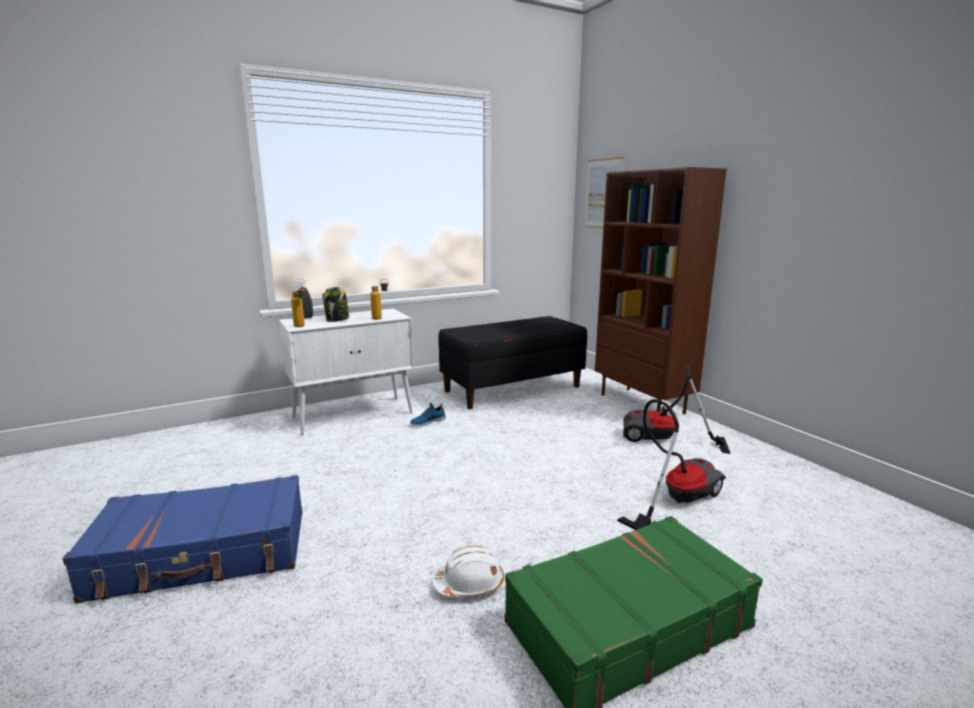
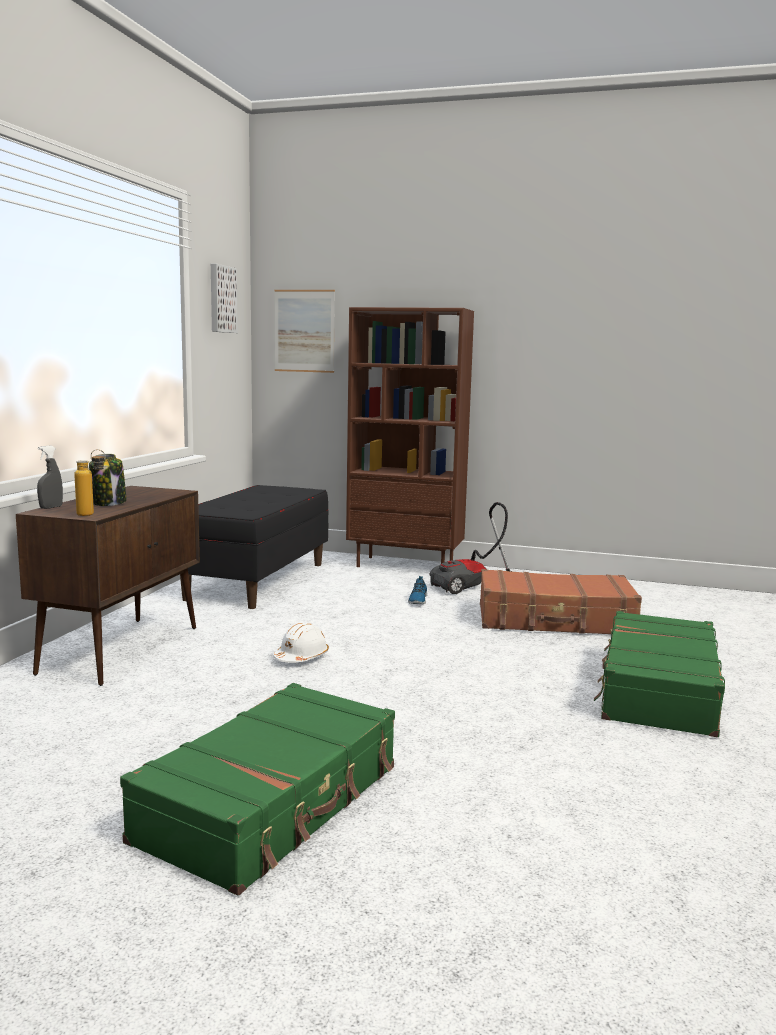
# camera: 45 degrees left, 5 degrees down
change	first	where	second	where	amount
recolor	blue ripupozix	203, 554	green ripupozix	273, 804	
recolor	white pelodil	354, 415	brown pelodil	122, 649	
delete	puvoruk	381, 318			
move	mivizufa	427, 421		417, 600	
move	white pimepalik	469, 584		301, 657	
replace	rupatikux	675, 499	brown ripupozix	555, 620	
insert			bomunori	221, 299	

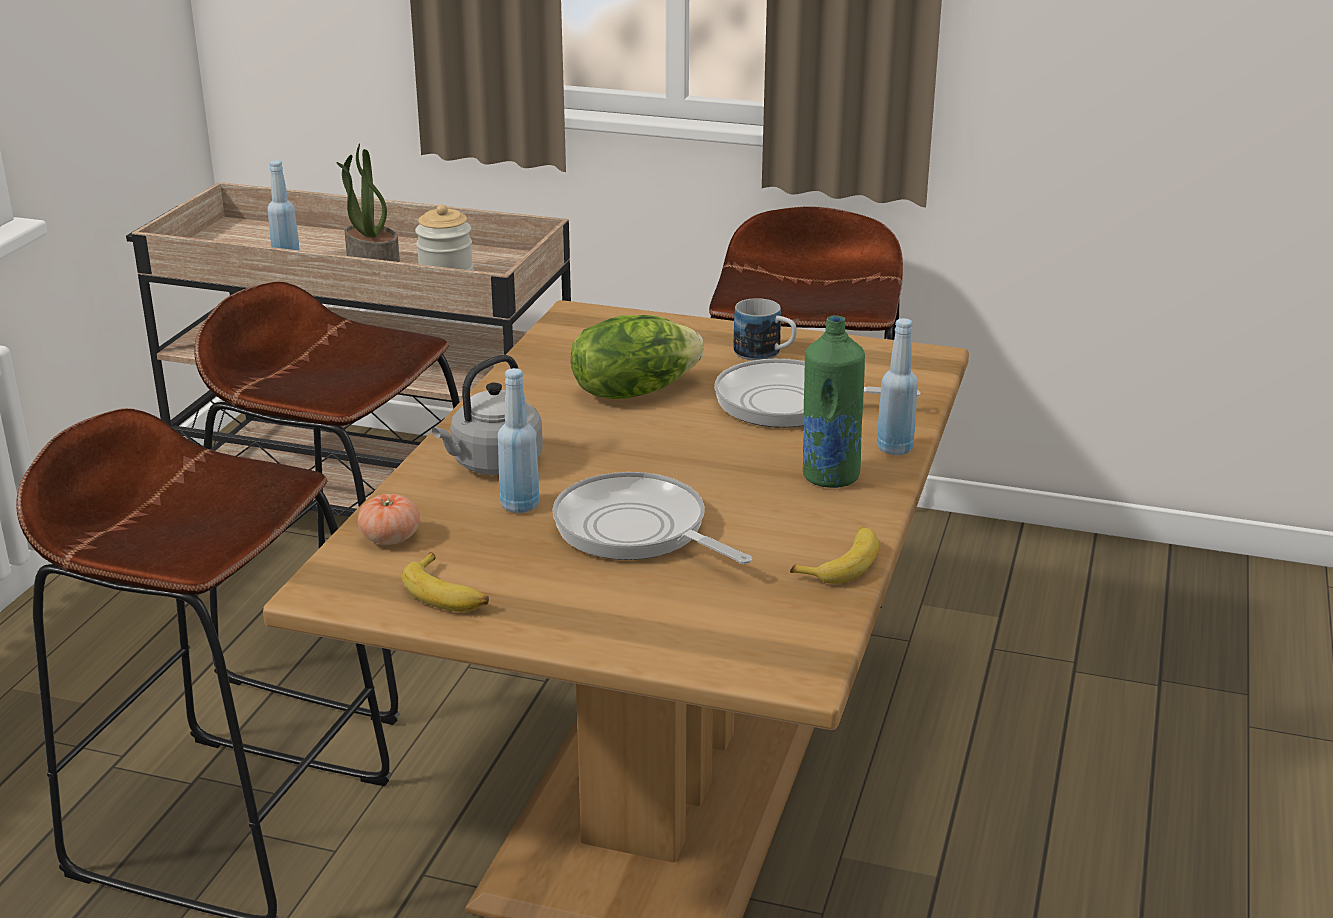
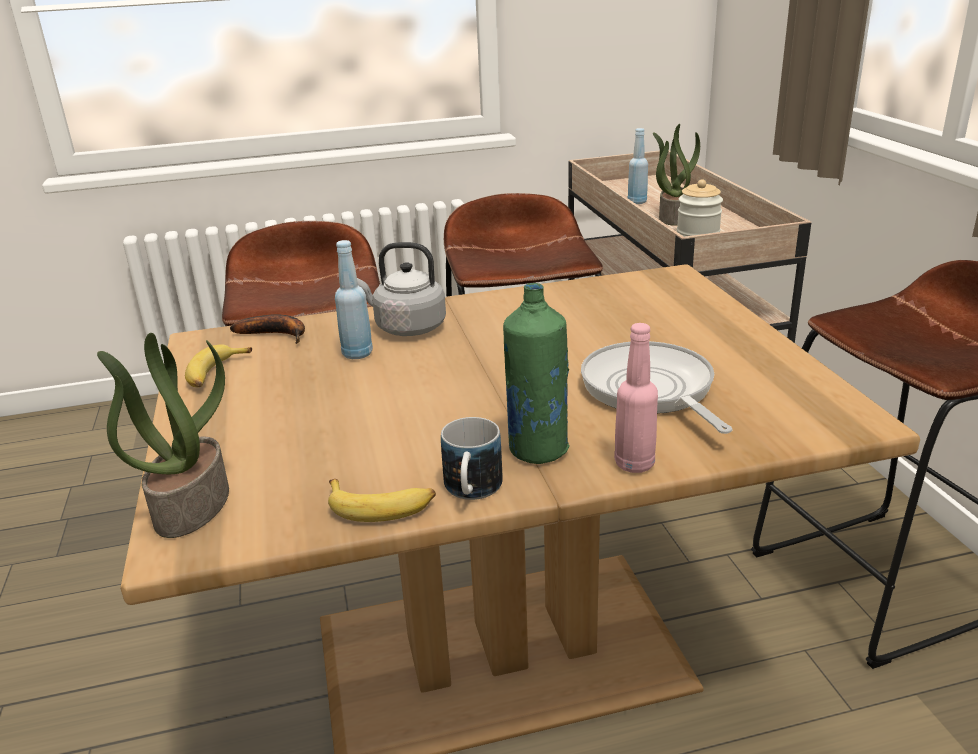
# camera: 60 degrees right, 0 degrees up
change	first	where	second	where	amount
replace	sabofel	390, 538	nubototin	277, 334	
delete	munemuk	636, 531			
delete	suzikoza	633, 391			
move	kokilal	765, 354		471, 492	
recolor	blue puvoruk	894, 448	pink puvoruk	634, 464	
insert			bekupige	191, 505	

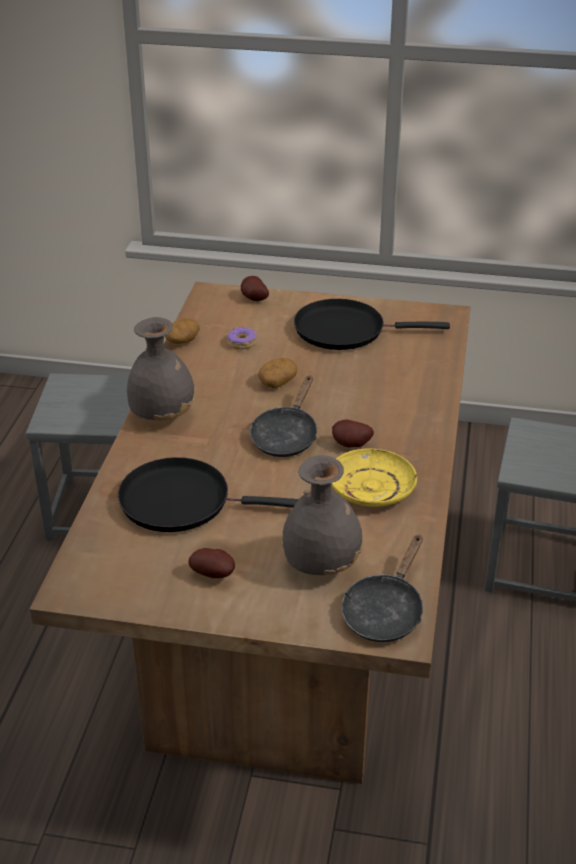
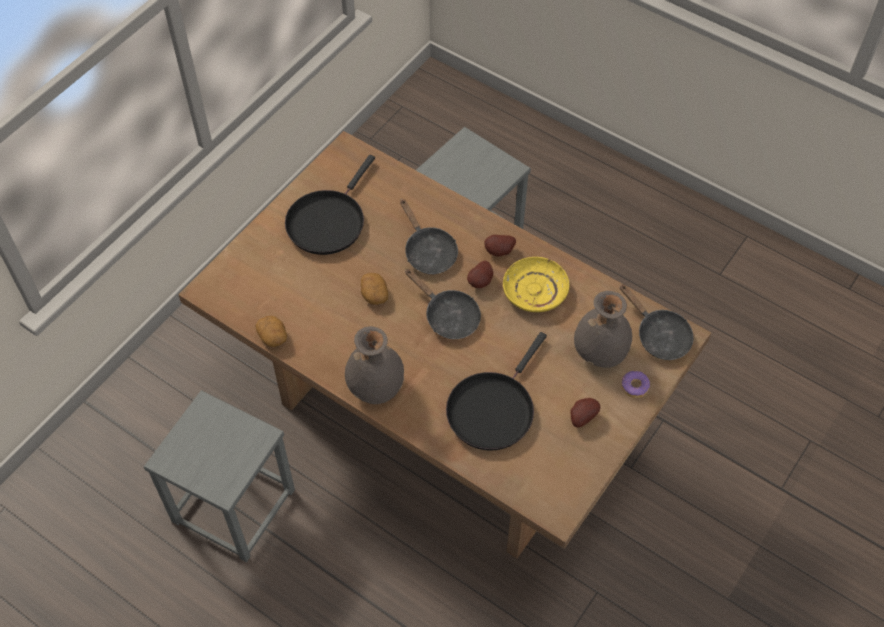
# camera: 65 degrees left, 20 degrees up
change	first	where	second	where	amount
move	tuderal	241, 343		634, 387	
move	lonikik	253, 299		500, 252	
insert			black munemuk	428, 252	

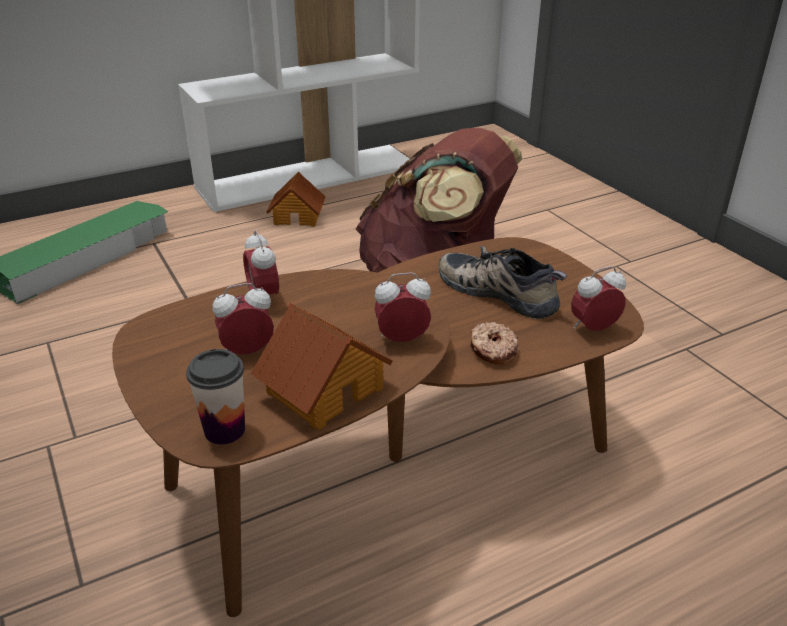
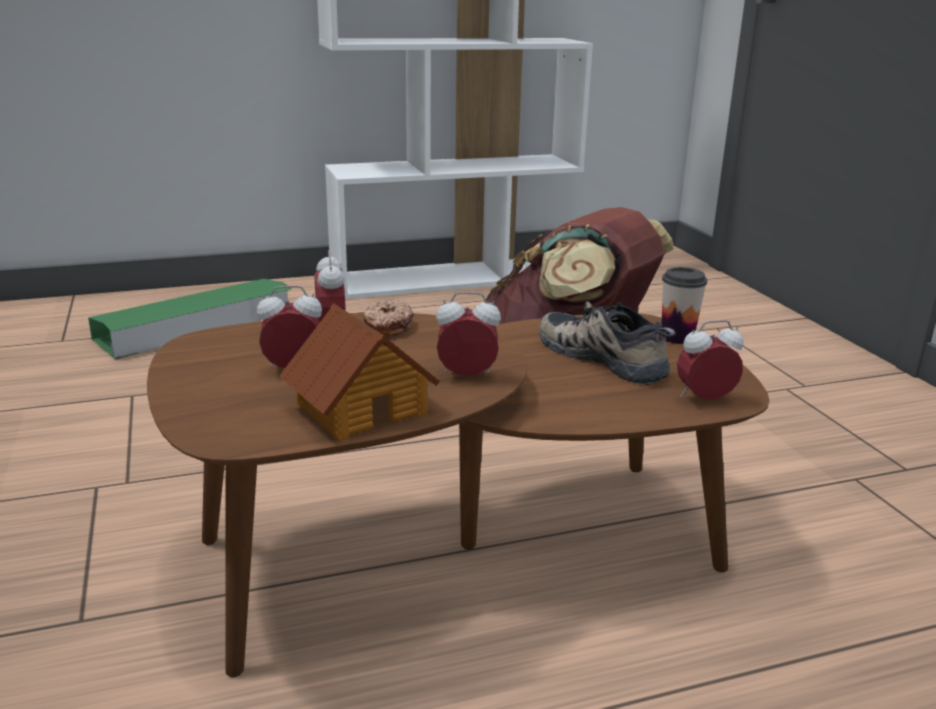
# camera: 10 degrees right, 10 degrees down
change	first	where	second	where	amount
move	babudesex	224, 430		677, 337	
delete	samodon	298, 216			
move	tuderal	492, 350		387, 326	

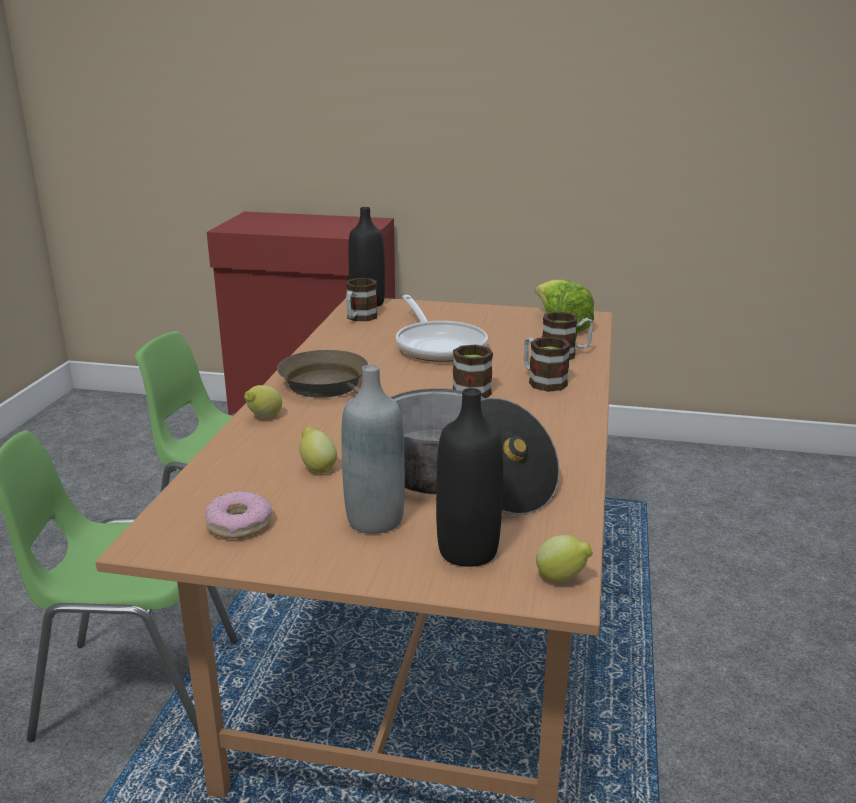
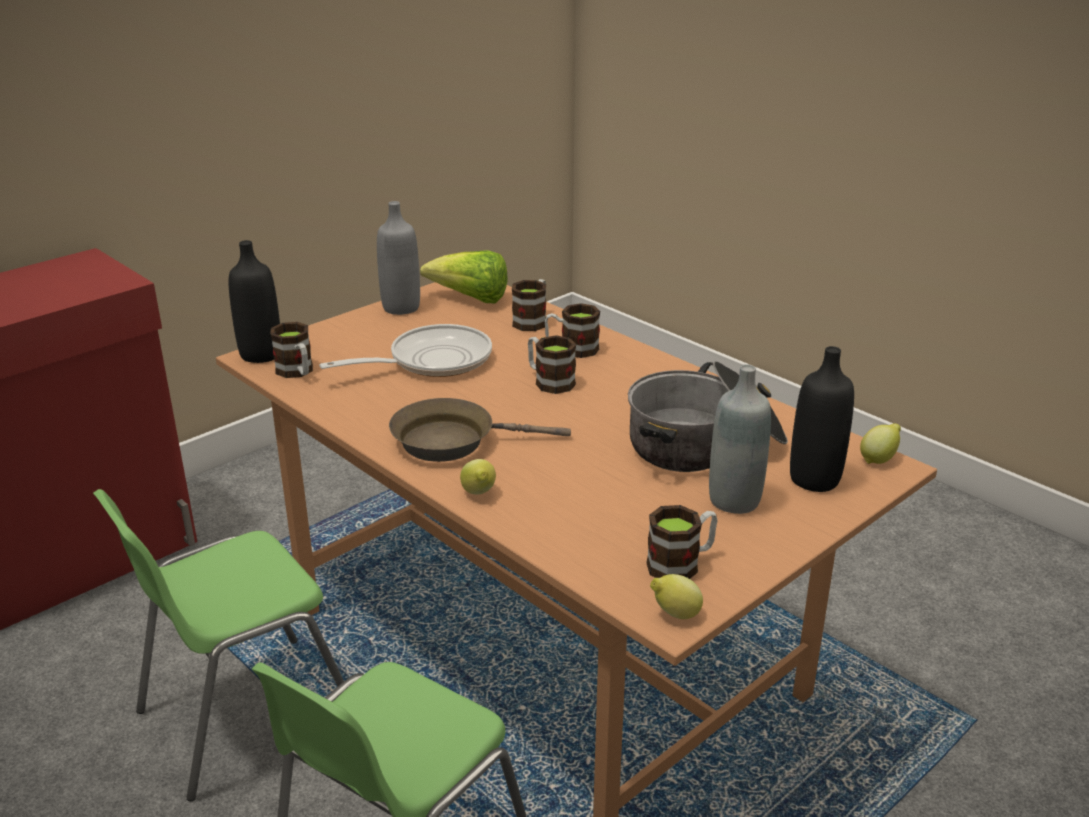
# camera: 55 degrees left, 5 degrees up
change	first	where	second	where	amount
replace	tuderal	239, 524	kokilal	681, 564	
move	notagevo	317, 468		675, 614	
rotate	munemuk	438, 345		432, 361	45 degrees counterclockwise
insert			grey puvoruk	401, 307	

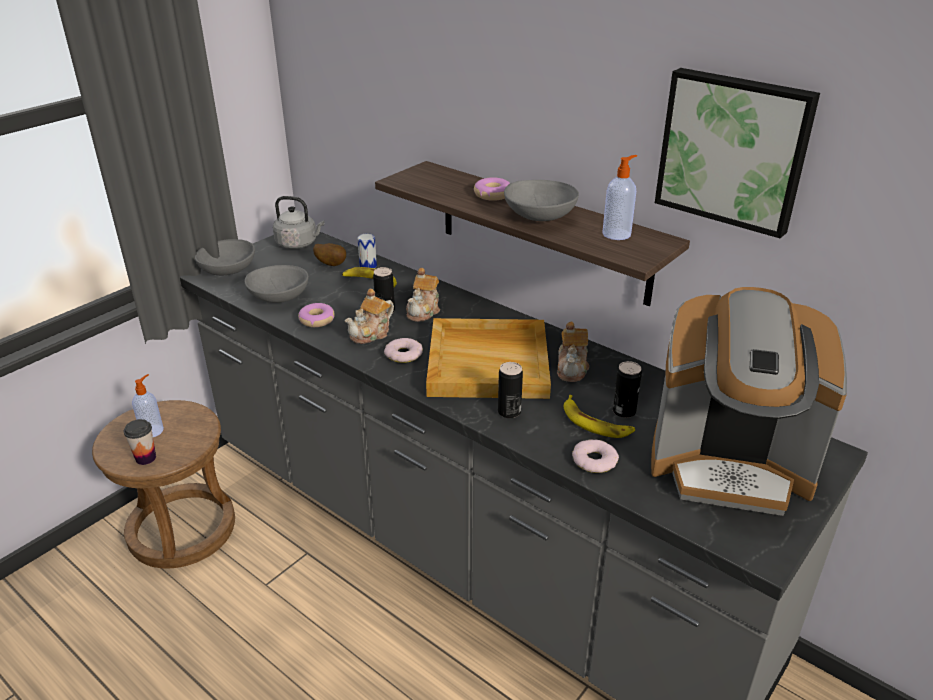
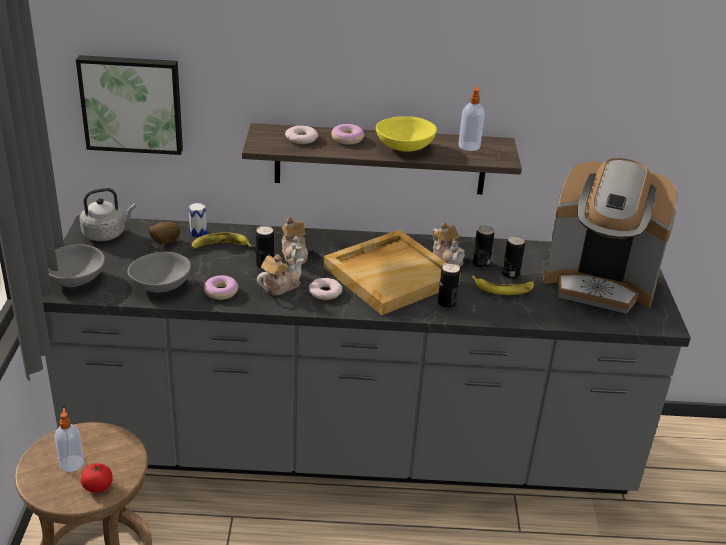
# camera: 40 degrees left, 0 degrees up
change	first	where	second	where	amount
replace	babudesex	146, 458	sabofel	98, 486	
rotate	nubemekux	371, 333		280, 286	135 degrees counterclockwise
recolor	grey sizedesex	539, 217	yellow sizedesex	405, 148	
move	tuderal	594, 460		301, 138	
rotate	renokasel	729, 465		599, 283	45 degrees clockwise
move	bomunori	734, 150		132, 103	
insert			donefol	480, 264	

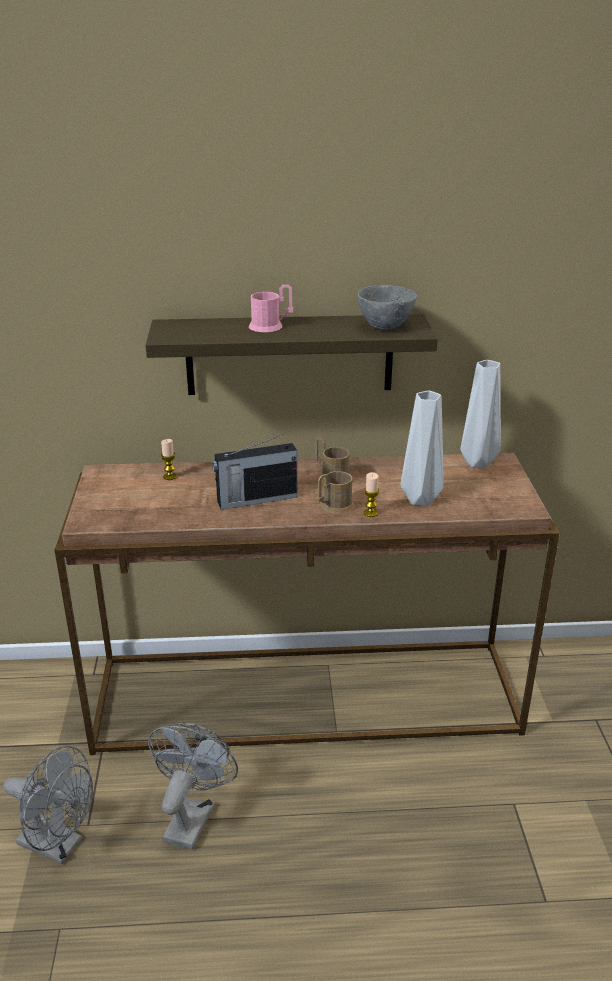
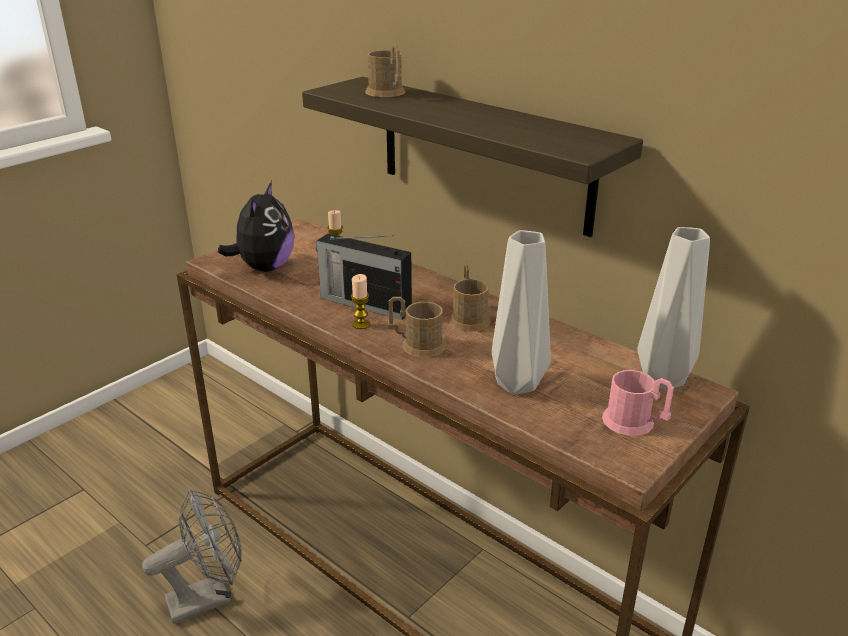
# camera: 45 degrees right, 0 degrees up
change	first	where	second	where	amount
delete	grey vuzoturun	58, 845			
move	pink kokilal	271, 326		635, 423	
delete	grey sizedesex	384, 327			
move	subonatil	370, 513		361, 324	
insert			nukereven	264, 267	
insert			brown kokilal	388, 93	

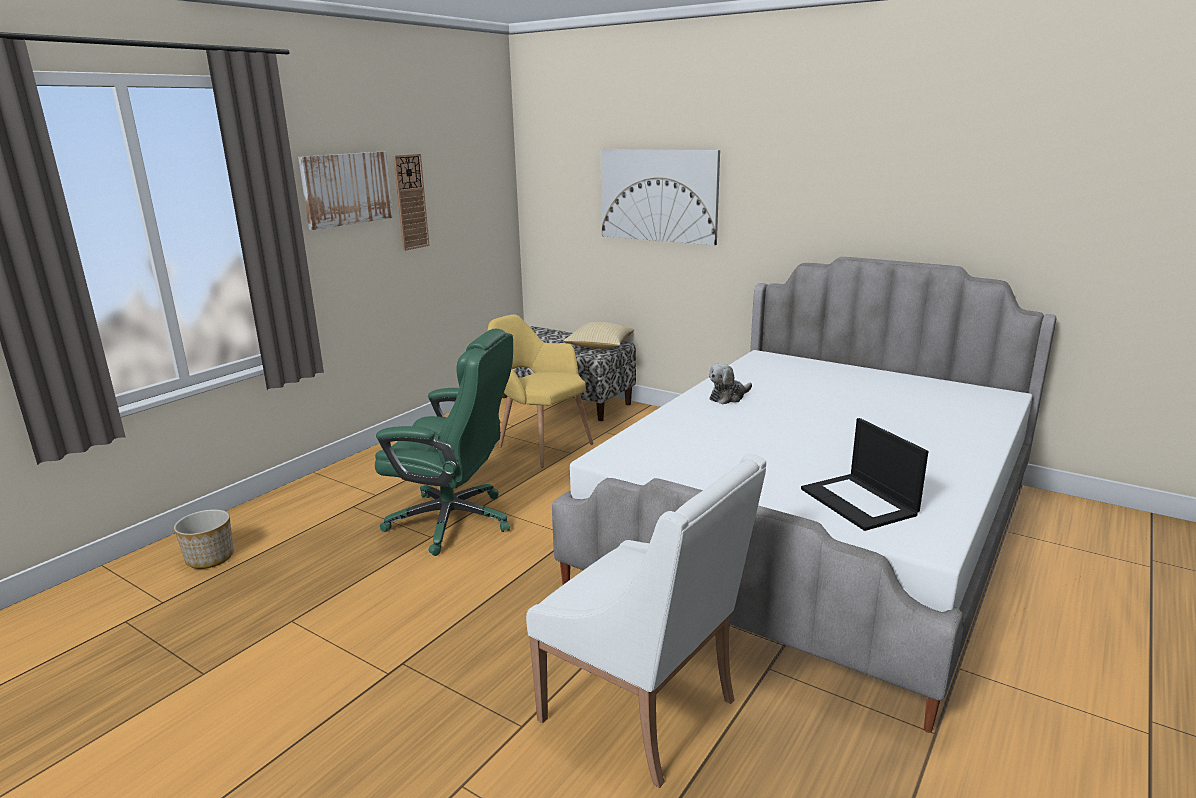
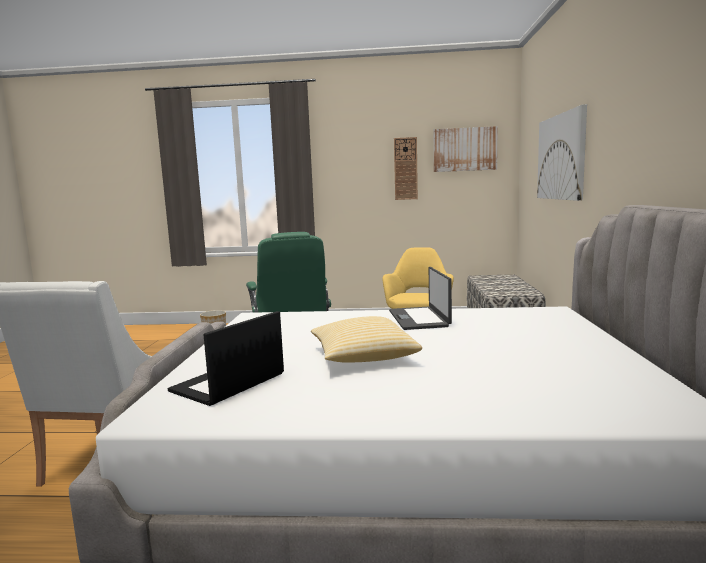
# camera: 60 degrees right, 10 degrees down
change	first	where	second	where	amount
move	bomunori	346, 189		465, 149	
move	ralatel	599, 347		363, 357	
replace	nukereven	728, 397	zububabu	419, 318	

